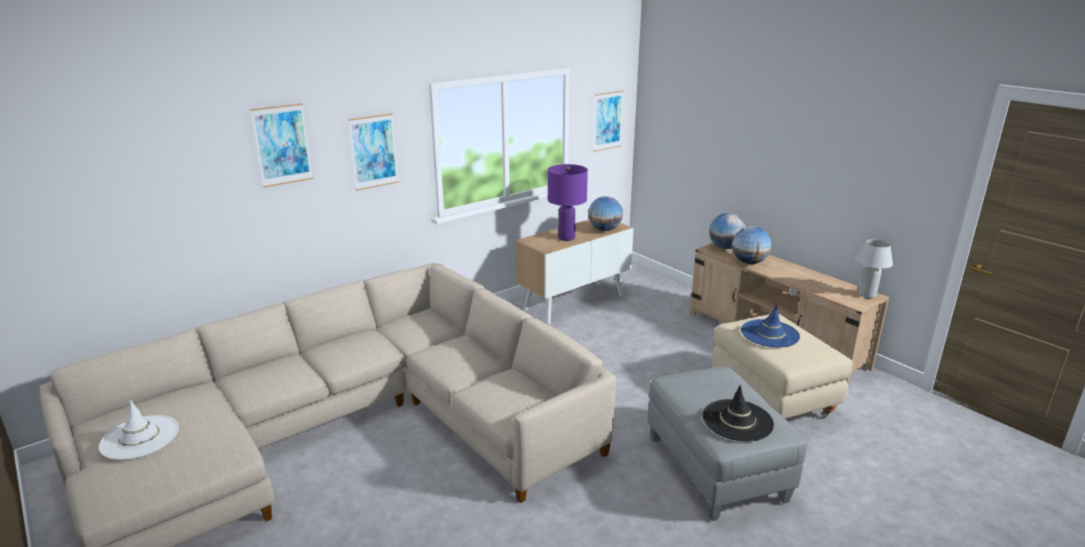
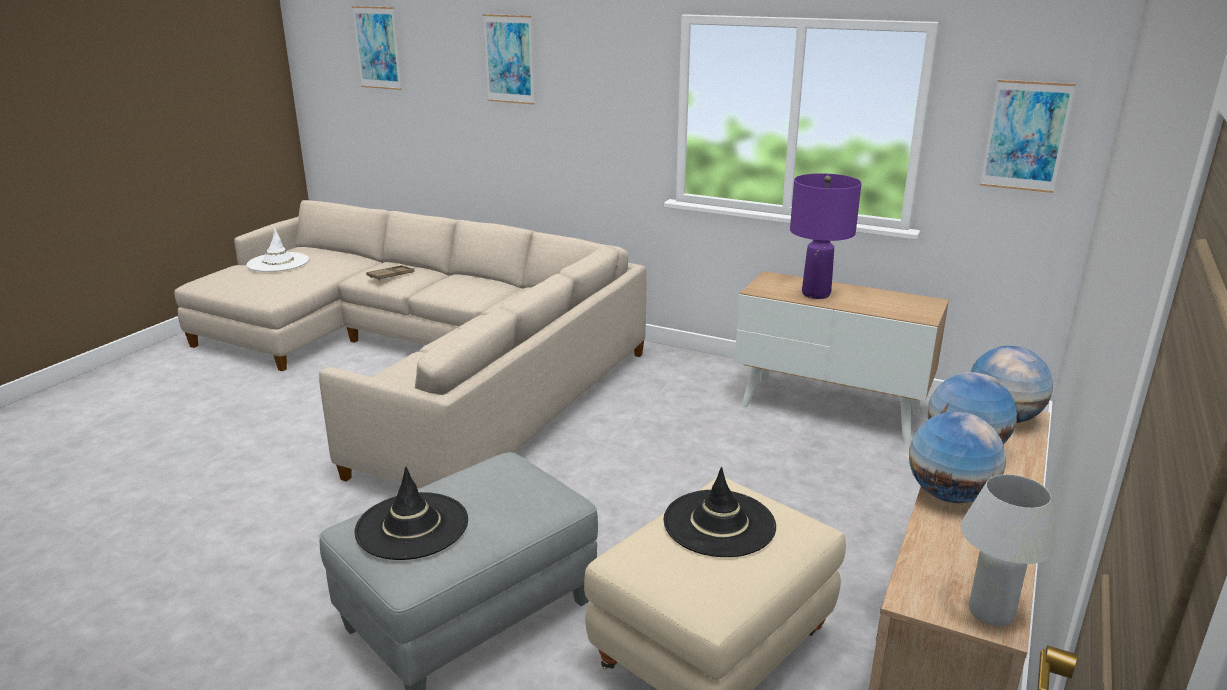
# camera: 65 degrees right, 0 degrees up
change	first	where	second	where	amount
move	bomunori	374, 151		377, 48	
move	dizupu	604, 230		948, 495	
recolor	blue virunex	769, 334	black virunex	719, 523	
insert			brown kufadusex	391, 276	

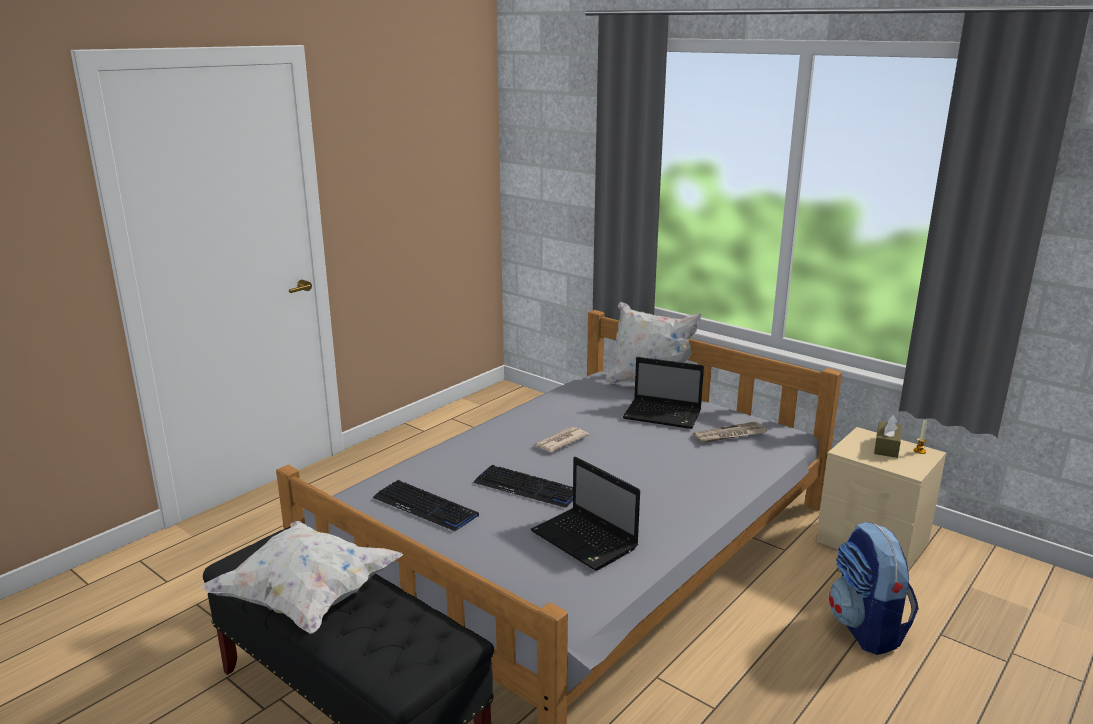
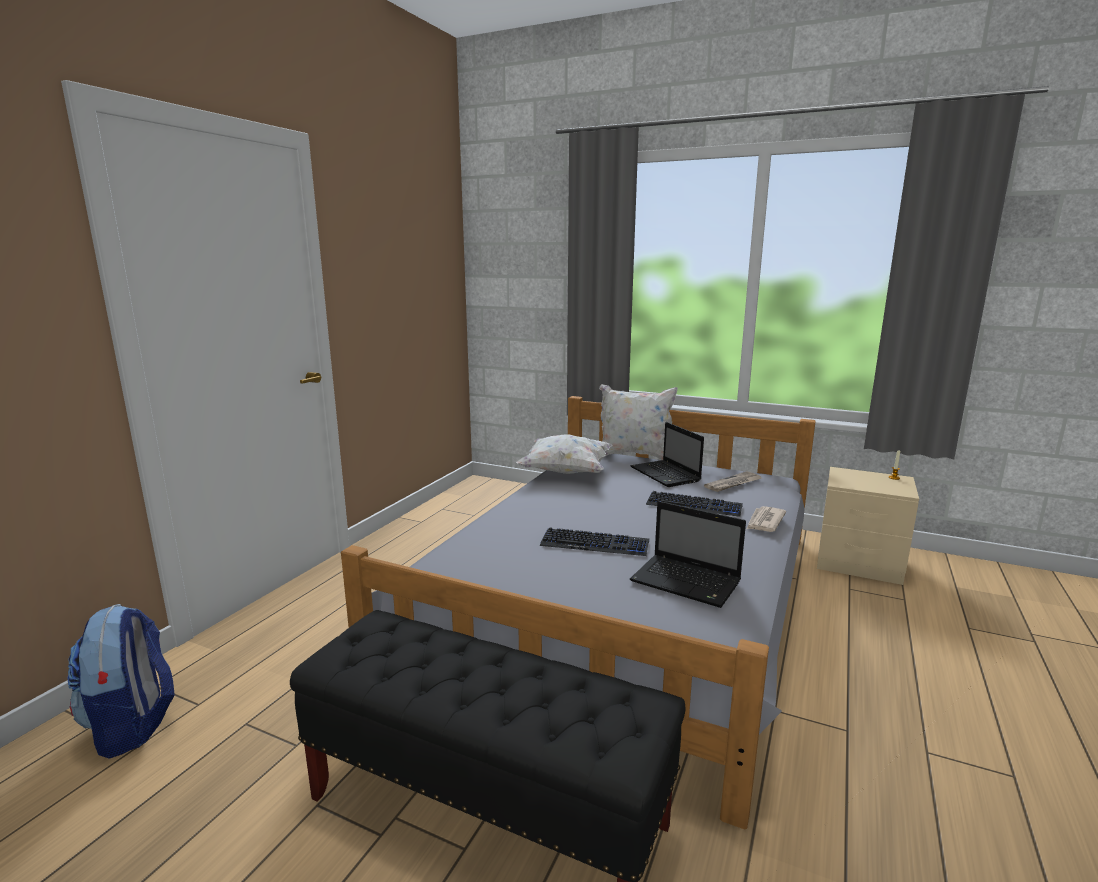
# camera: 15 degrees left, 5 degrees down
change	first	where	second	where	amount
move	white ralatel	306, 599		566, 472	
move	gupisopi	425, 507		694, 506	
move	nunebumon	560, 442		764, 521	
rotate	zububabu	664, 415		666, 475	60 degrees clockwise
move	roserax	866, 628		133, 725	
delete	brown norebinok	886, 447			

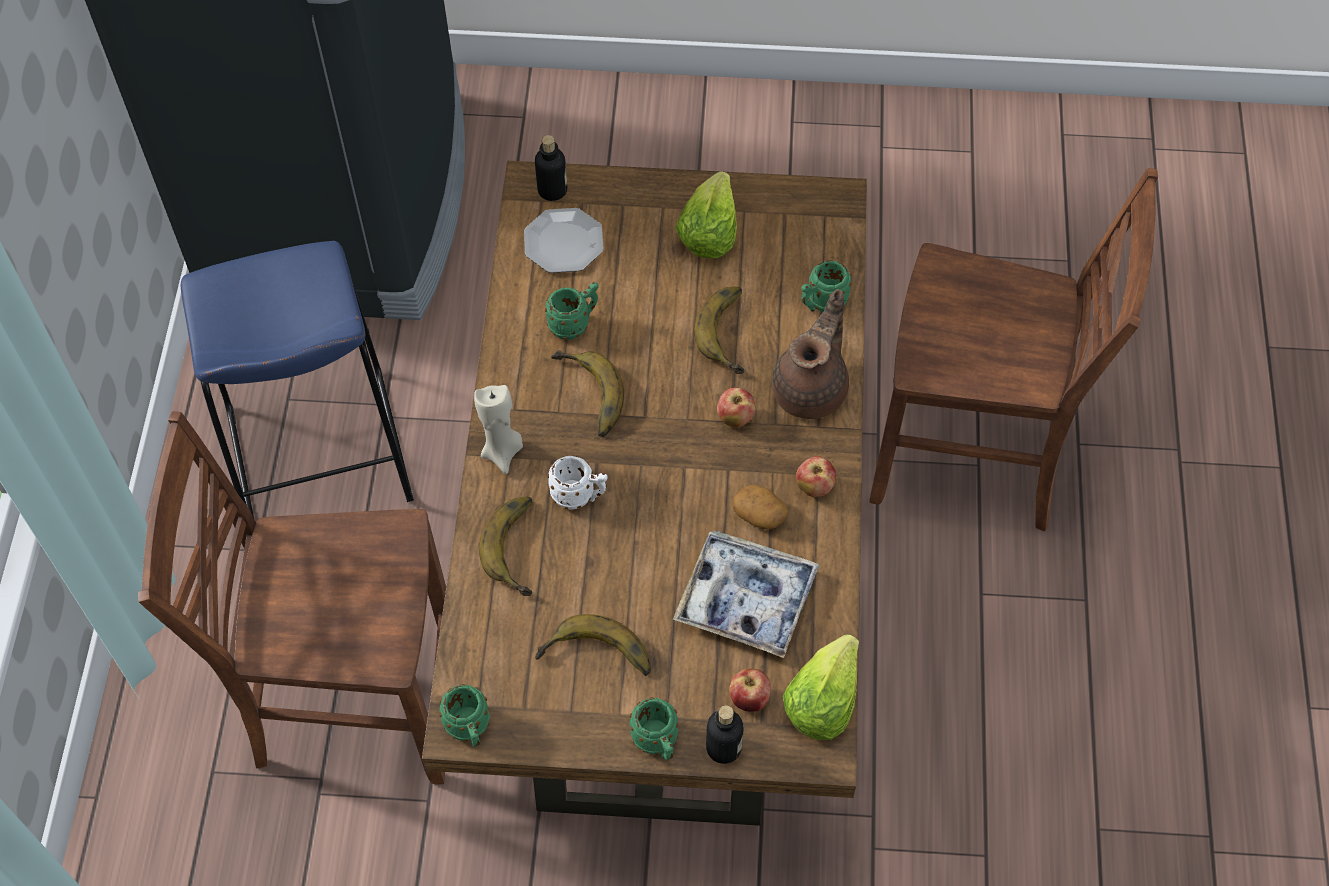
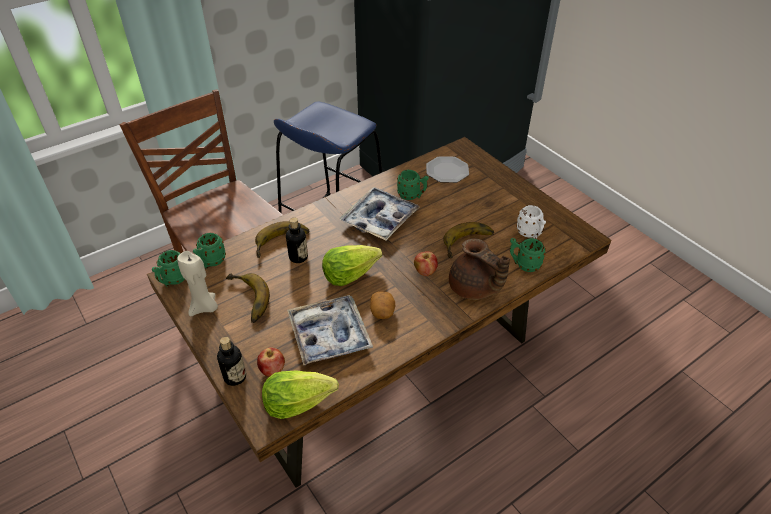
# camera: 50 degrees right, 15 degrees down
change	first	where	second	where	amount
move	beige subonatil	502, 452		204, 307	
move	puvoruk	552, 190		298, 257	
move	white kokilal	579, 496		530, 234	
replace	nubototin	585, 397	kufadusex	379, 219	
move	green kokilal	657, 743		211, 262	
move	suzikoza	708, 231		349, 273	
rotate	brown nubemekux	812, 388		473, 289	60 degrees clockwise
delete	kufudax	814, 487			
delete	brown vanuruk	972, 458			

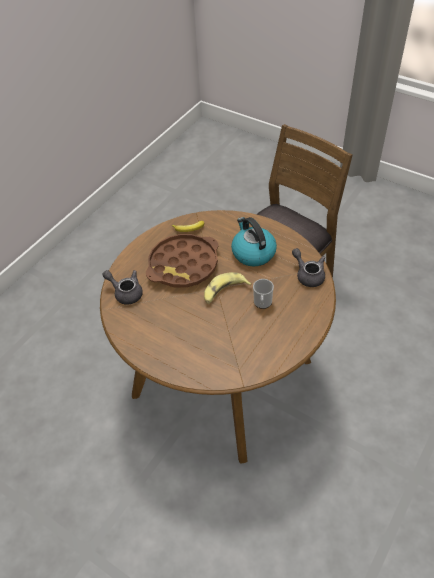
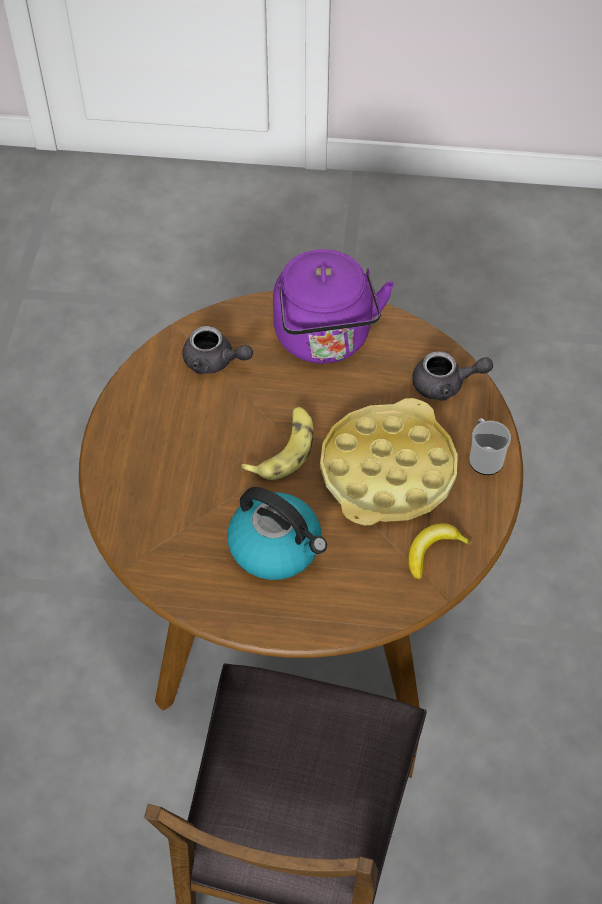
# camera: 150 degrees right, 5 degrees up
change	first	where	second	where	amount
recolor	brown kufadusex	183, 265	yellow kufadusex	387, 470	
move	kokilal	262, 303		484, 458	
move	grey nubemekux	308, 275		214, 362	
insert			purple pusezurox	325, 340	

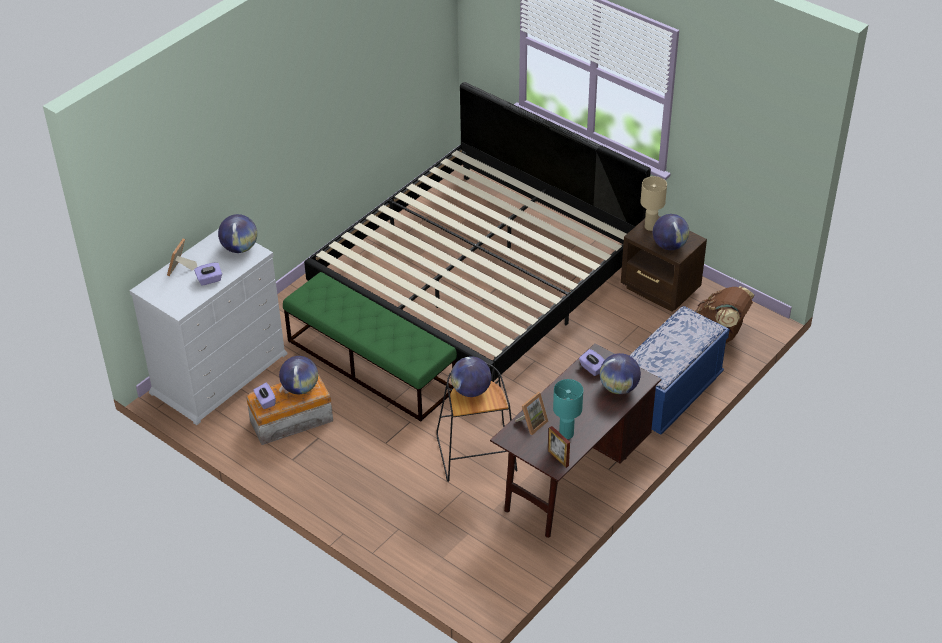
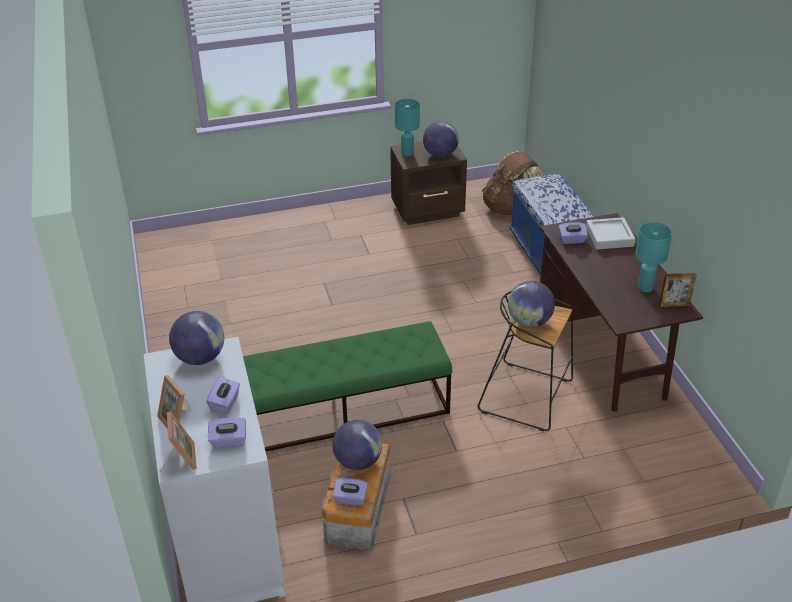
# camera: 55 degrees left, 5 degrees down
change	first	where	second	where	amount
delete	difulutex	477, 277			
move	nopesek	532, 423		180, 458	
replace	dizupu	619, 388	grey kufadusex	609, 237	
recolor	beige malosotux	651, 226	turquoise malosotux	407, 153	
insert			purple norebinok	228, 441	

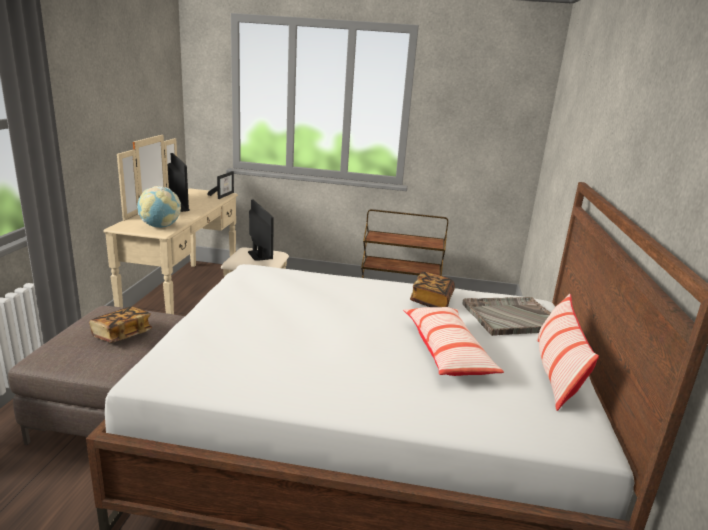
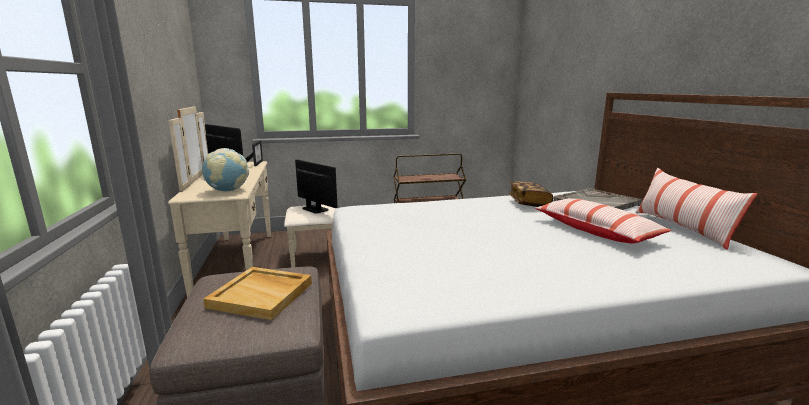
# camera: 20 degrees left, 5 degrees down
change	first	where	second	where	amount
replace	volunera	122, 335	beige kufadusex	262, 295	

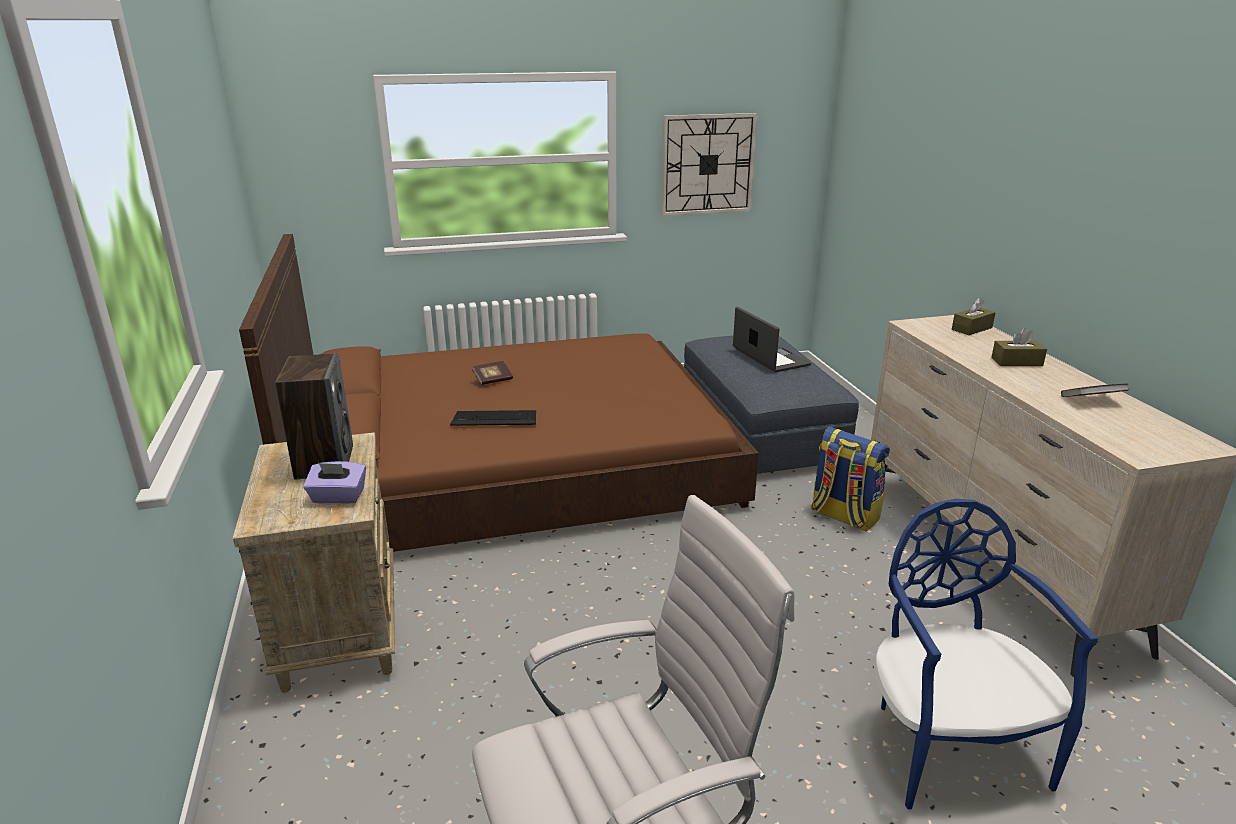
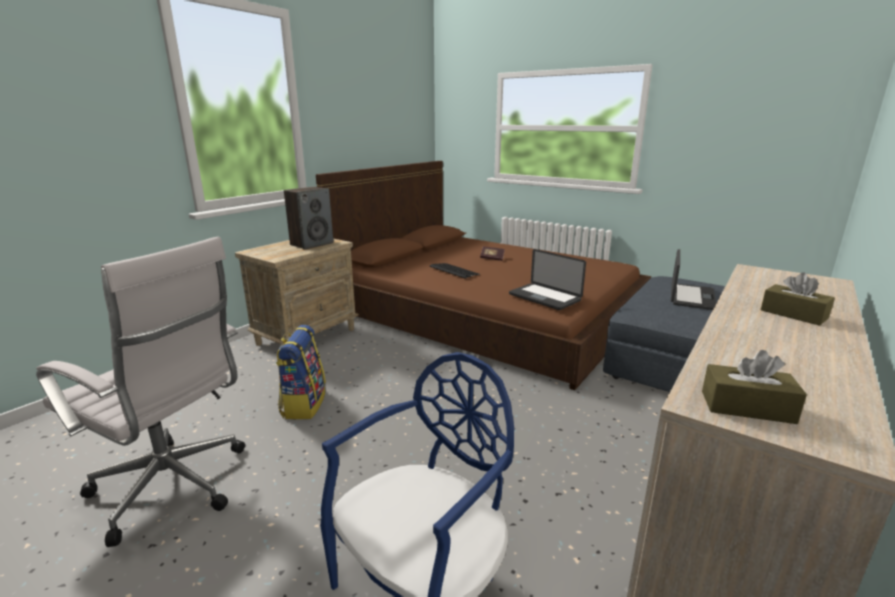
# camera: 50 degrees right, 5 degrees down
change	first	where	second	where	amount
delete	purple norebinok	338, 497			
delete	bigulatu	708, 164			
move	roserax	843, 516		303, 404	
move	brown norebinok	971, 328		747, 407	
delete	volunera	1091, 400			
insert			zububabu	544, 297	

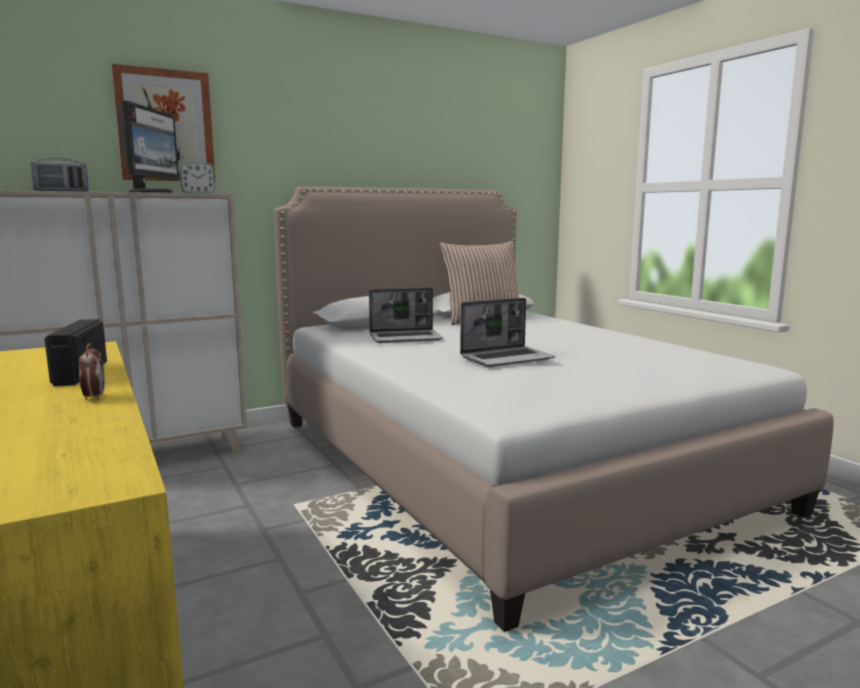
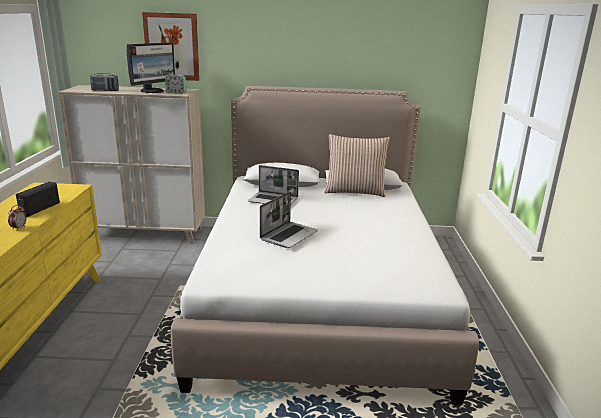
# camera: 30 degrees right, 10 degrees up
change	first	where	second	where	amount
rotate	zububabu	507, 358		289, 235	60 degrees counterclockwise

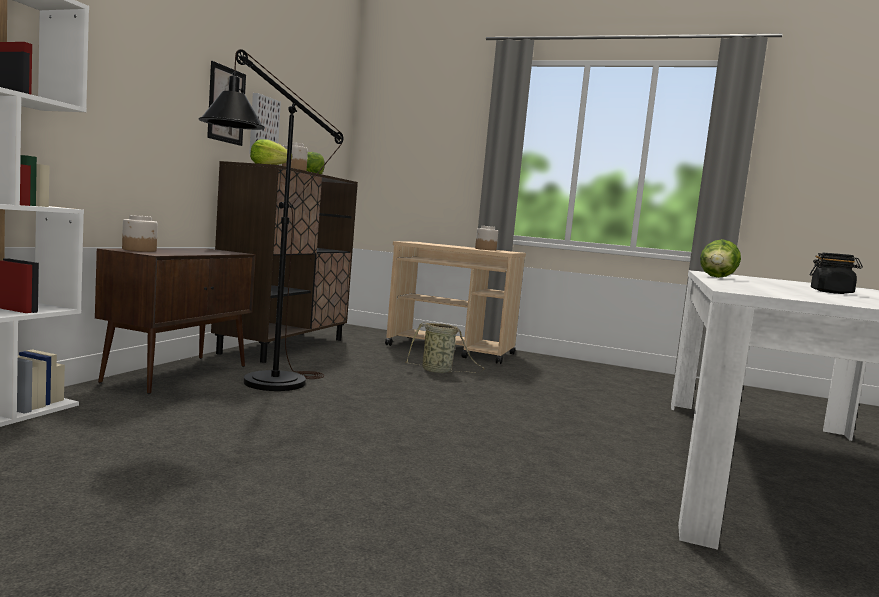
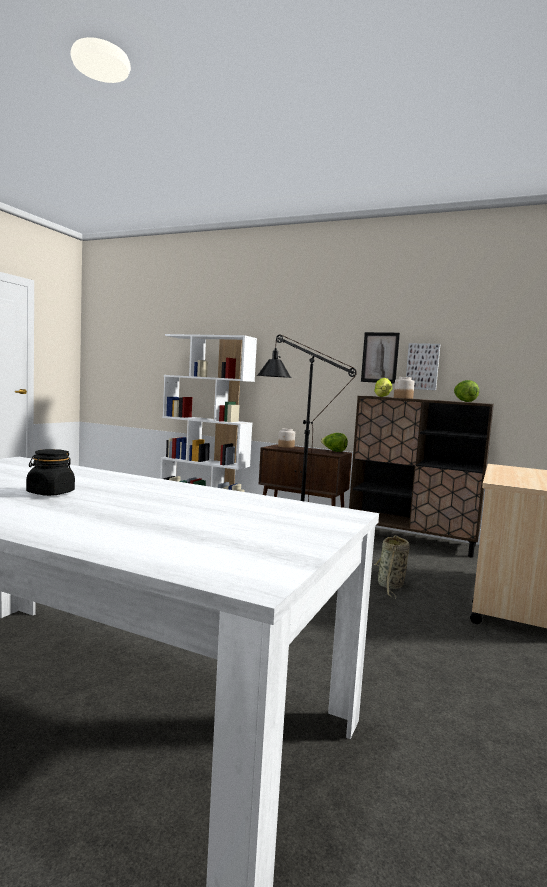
# camera: 95 degrees right, 0 degrees up
change	first	where	second	where	amount
delete	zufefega	485, 249			
move	suzikoza	717, 277		333, 451	

